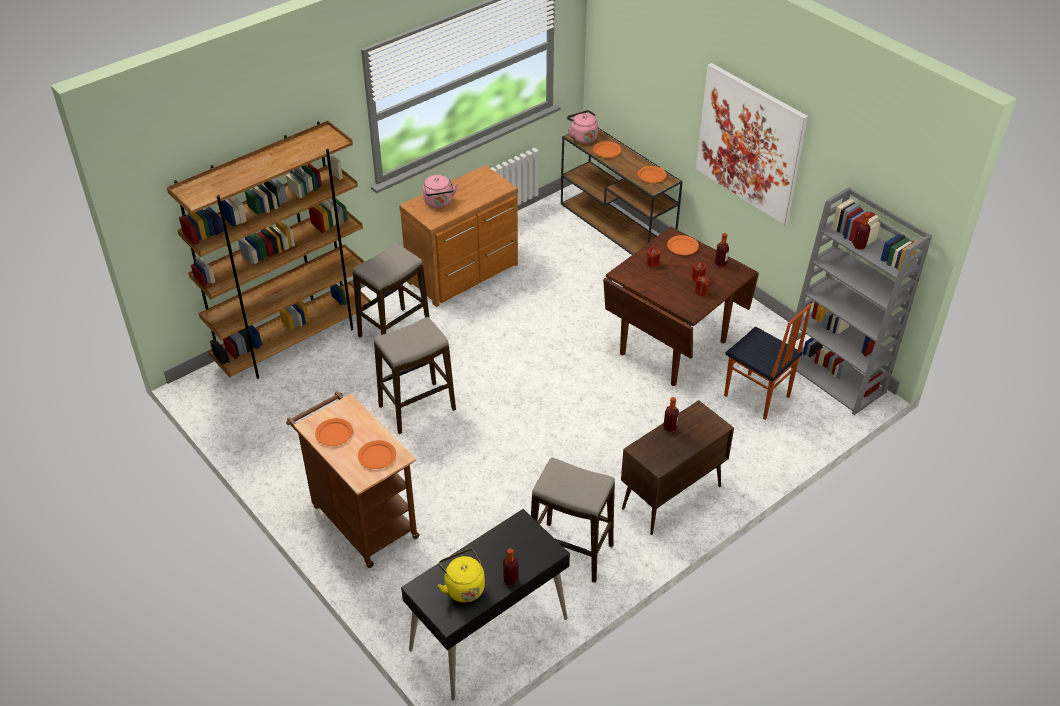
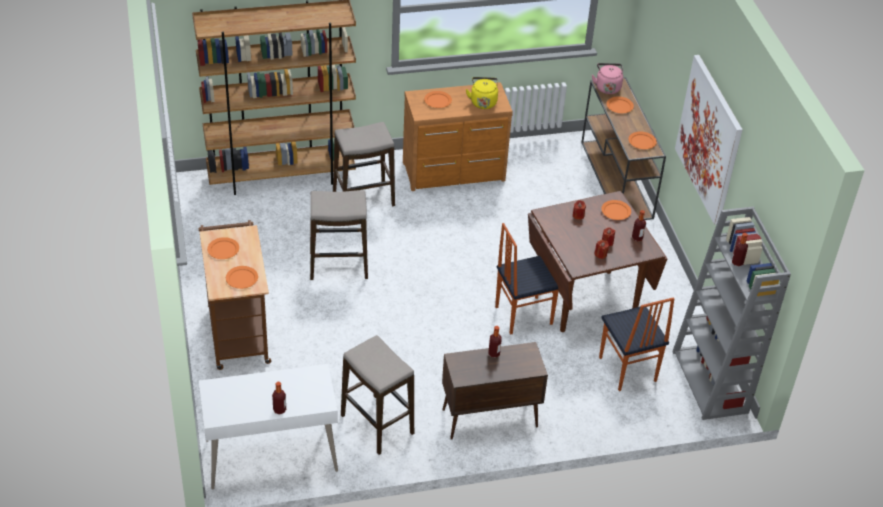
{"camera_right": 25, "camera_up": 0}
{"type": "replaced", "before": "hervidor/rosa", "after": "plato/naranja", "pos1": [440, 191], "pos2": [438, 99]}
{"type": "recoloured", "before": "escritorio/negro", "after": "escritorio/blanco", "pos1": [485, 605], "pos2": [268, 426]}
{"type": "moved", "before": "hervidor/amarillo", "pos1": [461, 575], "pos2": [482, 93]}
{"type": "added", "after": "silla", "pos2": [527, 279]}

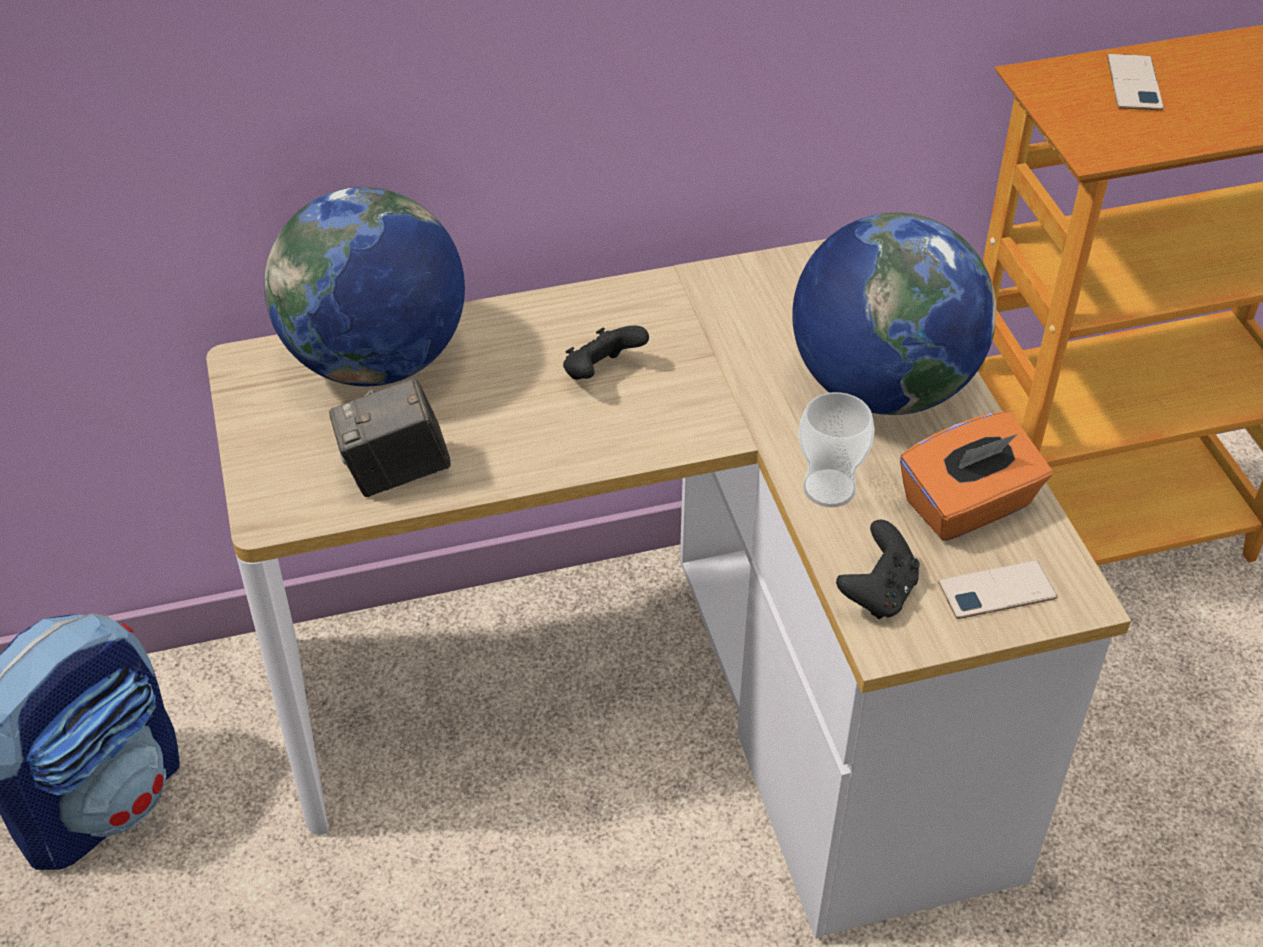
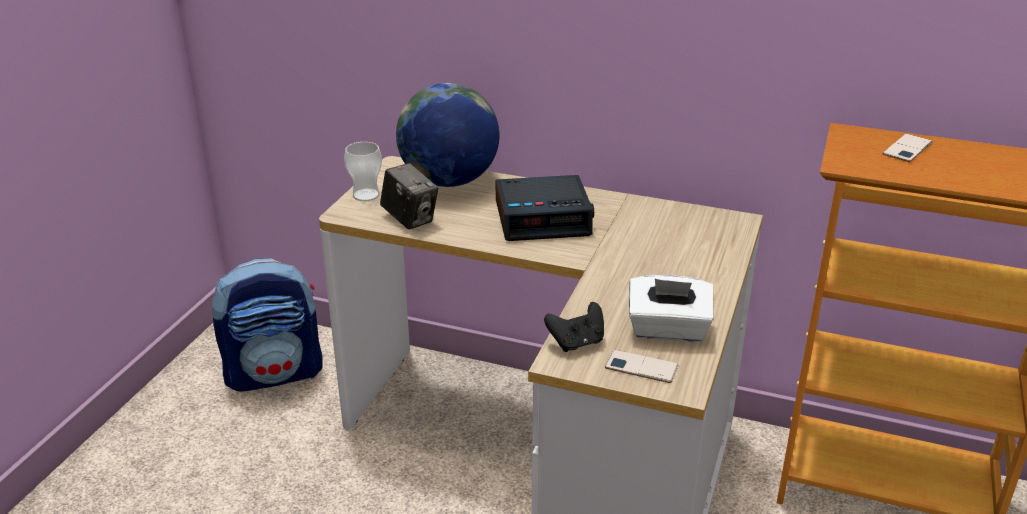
{"camera_right": 35, "camera_up": -15}
{"type": "removed", "before": "globo terráqueo", "pos1": [894, 313]}
{"type": "replaced", "before": "mando de consola/negro", "after": "despertador", "pos1": [606, 353], "pos2": [544, 208]}
{"type": "turned", "before": "cámara", "pos1": [390, 437], "pos2": [409, 196], "turn": -150}
{"type": "moved", "before": "taza", "pos1": [836, 449], "pos2": [363, 171]}
{"type": "recoloured", "before": "caja de pañuelos/naranja", "after": "caja de pañuelos/blanco", "pos1": [976, 476], "pos2": [671, 308]}

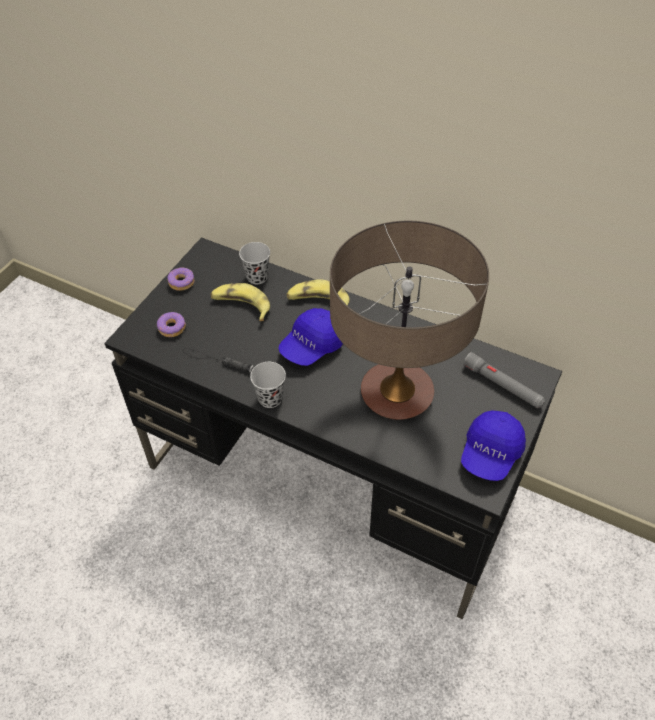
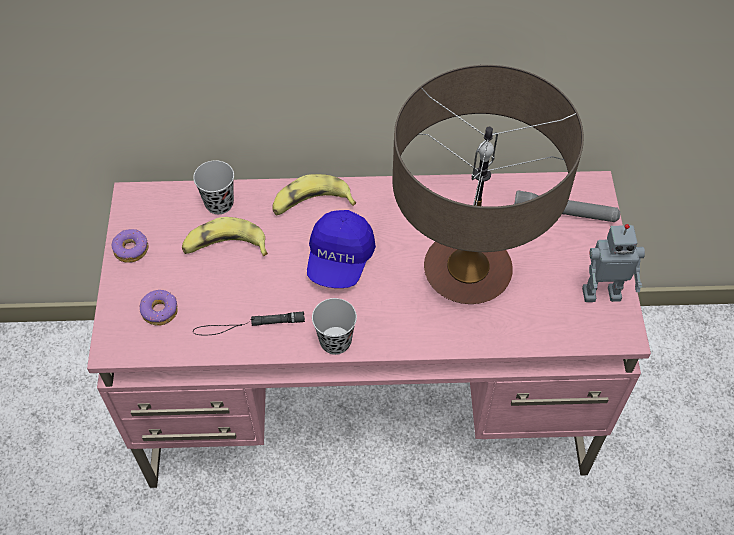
{"camera_right": -30, "camera_up": 5}
{"type": "recoloured", "before": "escritorio/negro", "after": "escritorio/rosa", "pos1": [333, 428], "pos2": [369, 329]}
{"type": "replaced", "before": "gorra/azul", "after": "robot de juguete", "pos1": [493, 446], "pos2": [613, 263]}

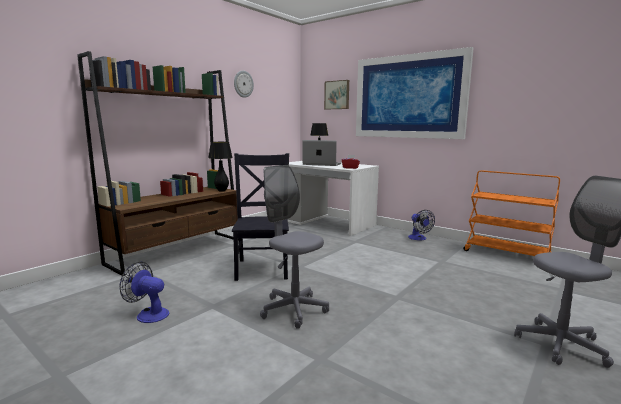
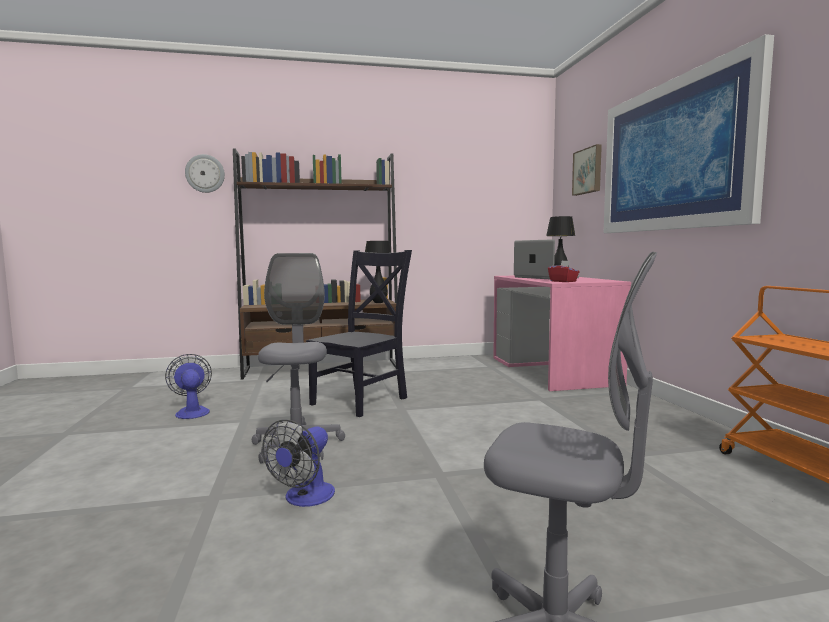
{"camera_right": 40, "camera_up": -5}
{"type": "moved", "before": "reloj de pared", "pos1": [244, 84], "pos2": [205, 173]}
{"type": "recoloured", "before": "escritorio/blanco", "after": "escritorio/rosa", "pos1": [333, 198], "pos2": [562, 333]}
{"type": "moved", "before": "ventilador", "pos1": [421, 225], "pos2": [298, 463]}

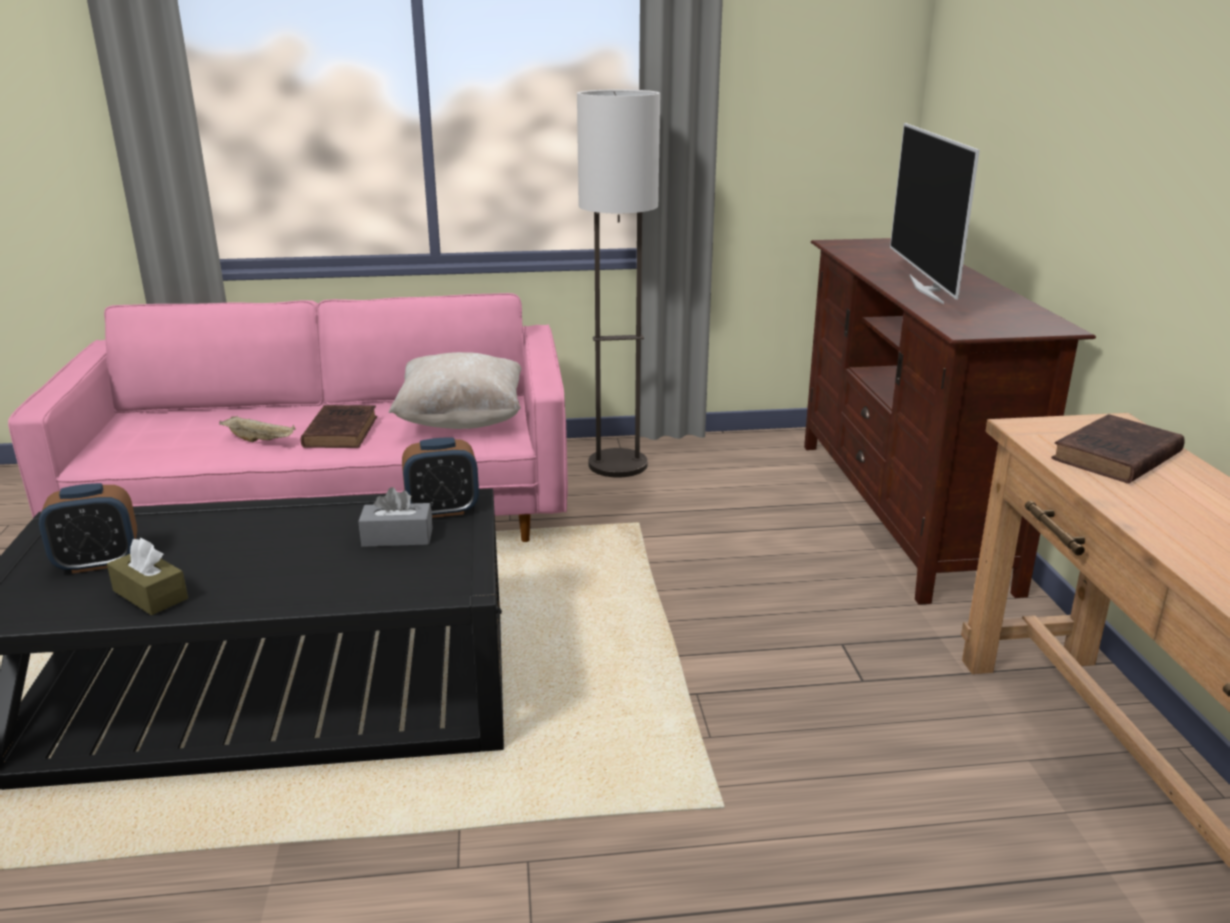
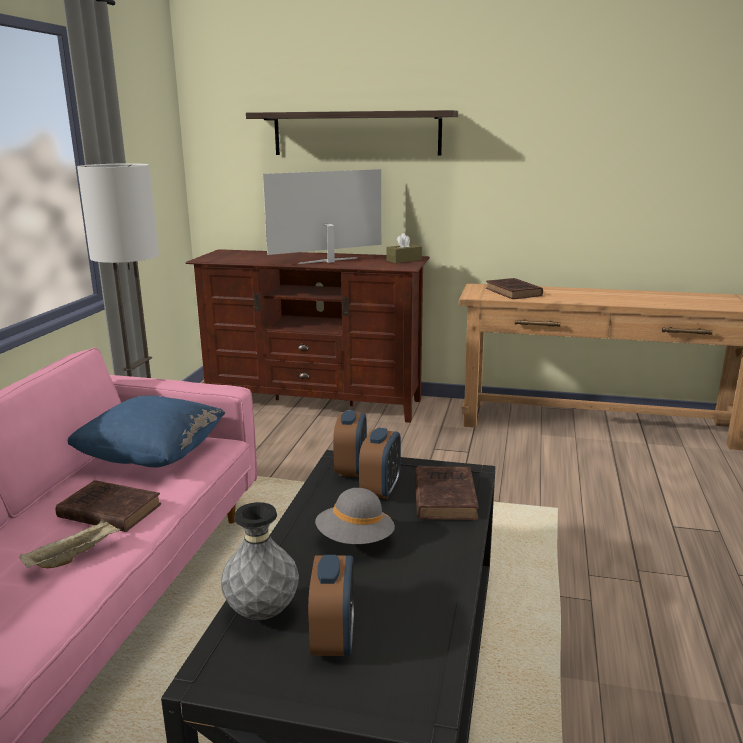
{"camera_right": -70, "camera_up": -5}
{"type": "turned", "before": "televisor", "pos1": [935, 213], "pos2": [322, 216], "turn": 135}
{"type": "recoloured", "before": "cojín/beis", "after": "cojín/azul", "pos1": [455, 390], "pos2": [146, 431]}
{"type": "replaced", "before": "caja de pañuelos/gris", "after": "despertador", "pos1": [395, 517], "pos2": [380, 463]}
{"type": "moved", "before": "caja de pañuelos/marrón", "pos1": [147, 576], "pos2": [404, 248]}
{"type": "added", "after": "estante", "pos2": [352, 132]}
{"type": "added", "after": "libro/marrón", "pos2": [447, 493]}
{"type": "added", "after": "sombrero/gris", "pos2": [355, 516]}
{"type": "added", "after": "florero/gris", "pos2": [260, 561]}

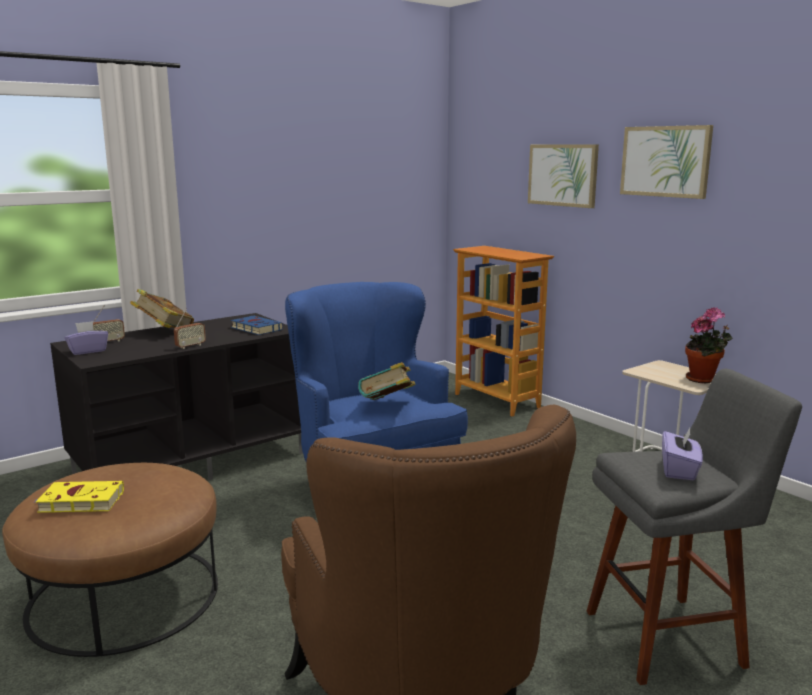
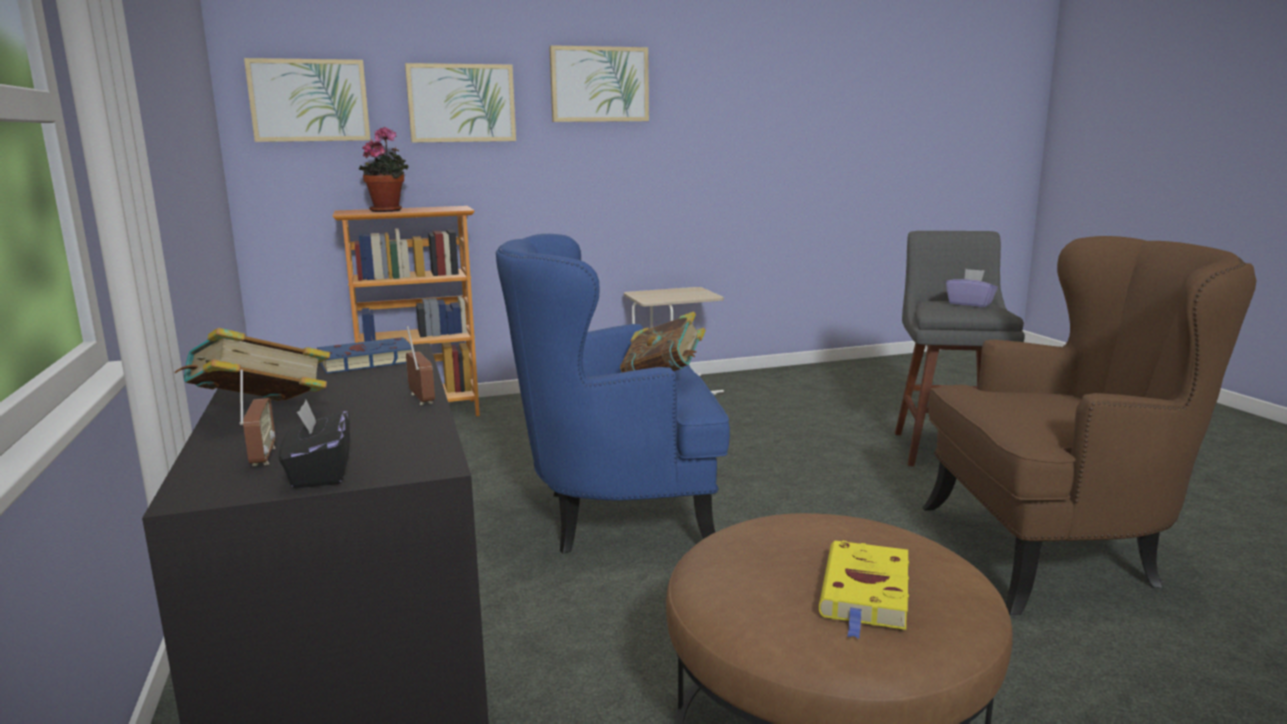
{"camera_right": -70, "camera_up": 0}
{"type": "moved", "before": "planta en maceta", "pos1": [709, 345], "pos2": [384, 169]}
{"type": "recoloured", "before": "caja de pañuelos/morado", "after": "caja de pañuelos/negro", "pos1": [86, 338], "pos2": [314, 444]}
{"type": "added", "after": "cuadro", "pos2": [307, 100]}

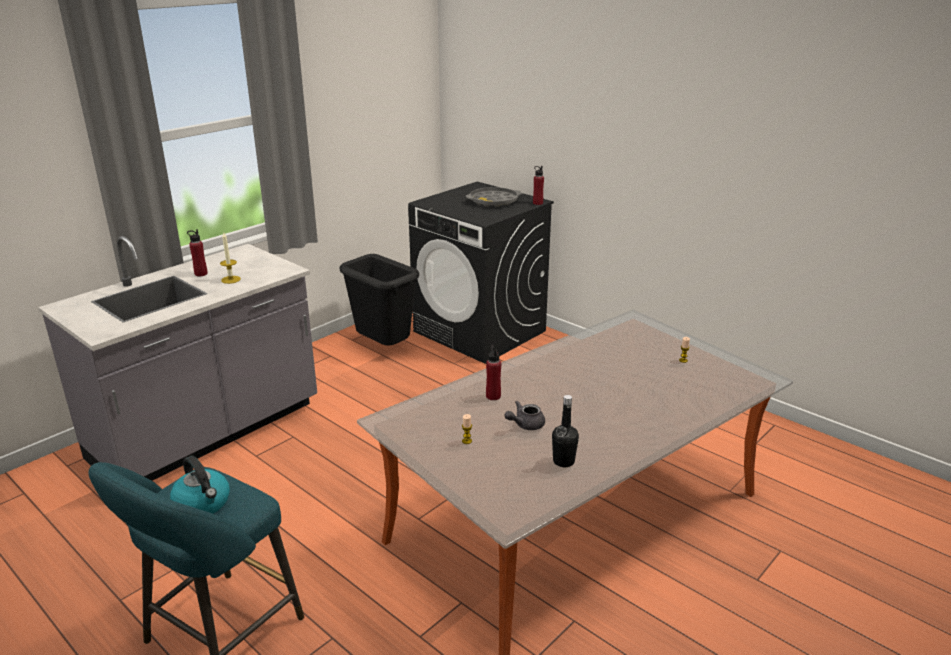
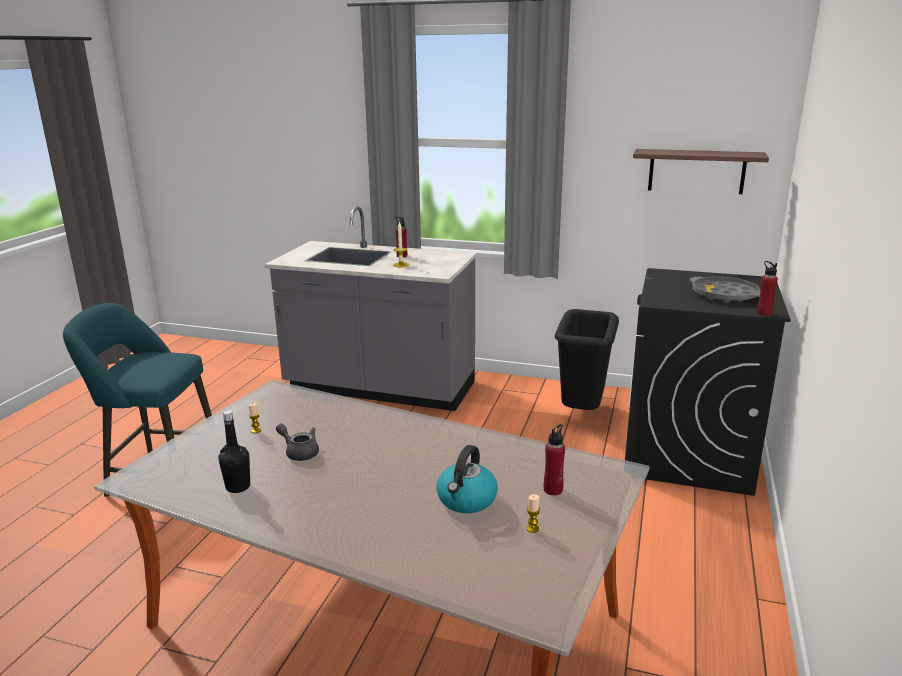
{"camera_right": 65, "camera_up": -5}
{"type": "moved", "before": "botella/rojo", "pos1": [493, 372], "pos2": [554, 459]}
{"type": "moved", "before": "hervidor", "pos1": [200, 484], "pos2": [467, 479]}
{"type": "added", "after": "estante", "pos2": [701, 171]}

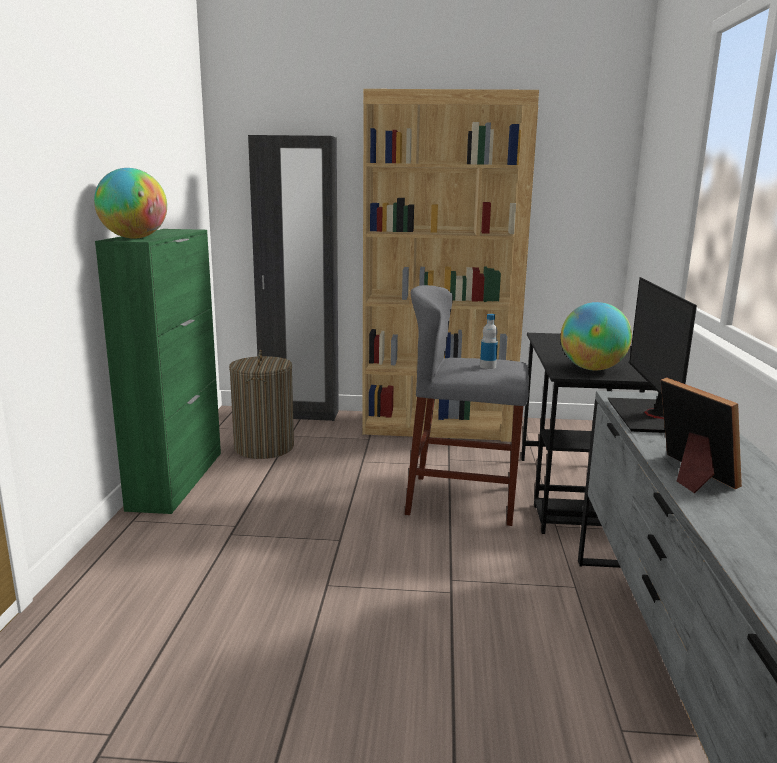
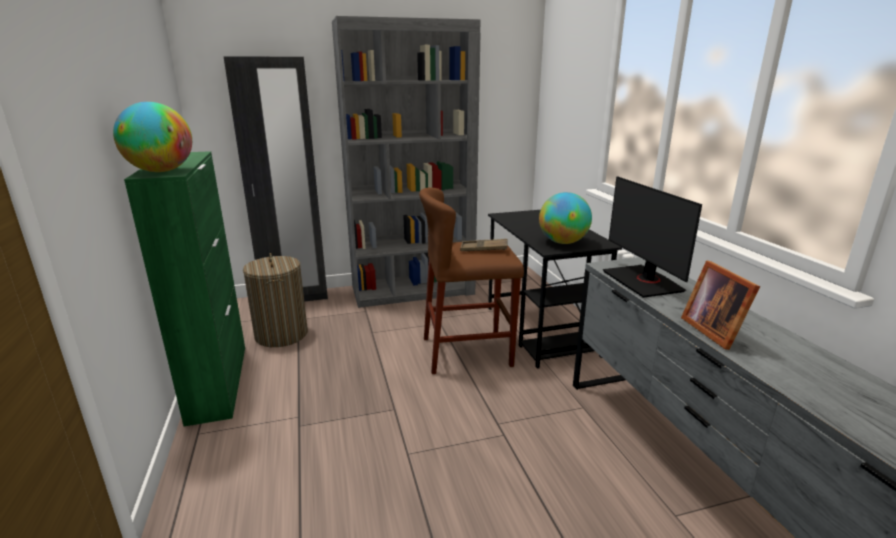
{"camera_right": -20, "camera_up": 5}
{"type": "recoloured", "before": "estantería/marrón", "after": "estantería/gris", "pos1": [450, 265], "pos2": [406, 162]}
{"type": "recoloured", "before": "taburete/gris", "after": "taburete/marrón", "pos1": [467, 405], "pos2": [471, 281]}
{"type": "replaced", "before": "botella", "after": "bandeja/marrón", "pos1": [489, 341], "pos2": [483, 245]}
{"type": "turned", "before": "portarretratos", "pos1": [701, 435], "pos2": [720, 305], "turn": -150}

